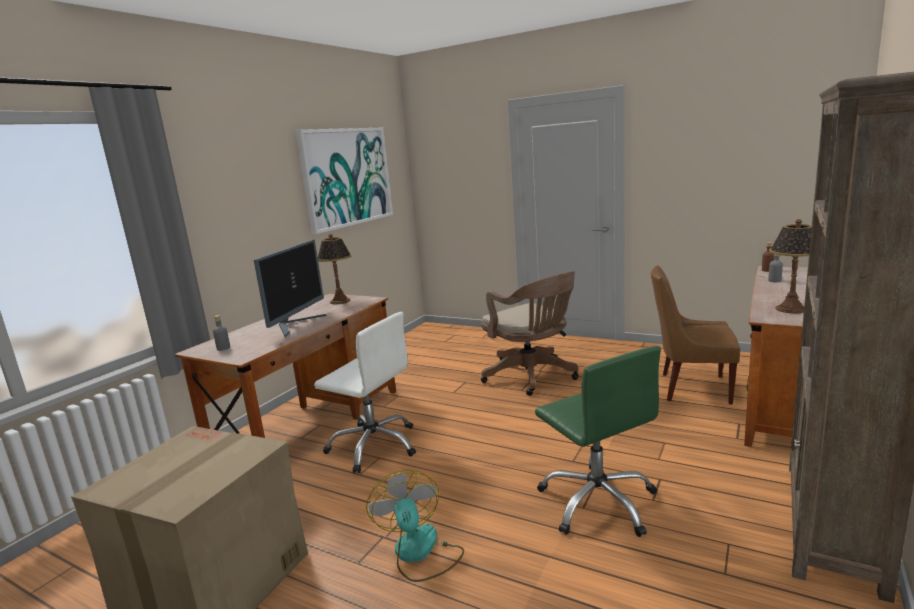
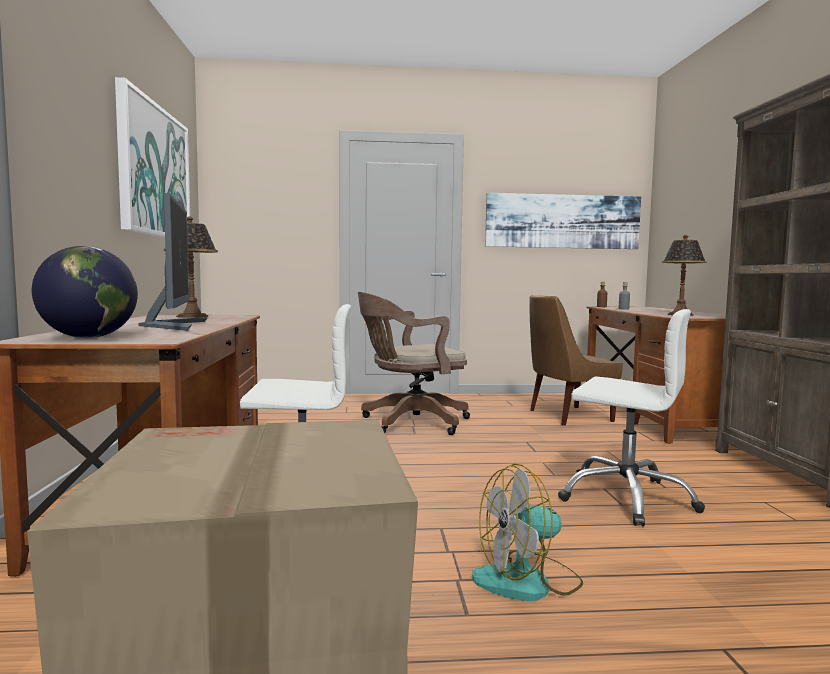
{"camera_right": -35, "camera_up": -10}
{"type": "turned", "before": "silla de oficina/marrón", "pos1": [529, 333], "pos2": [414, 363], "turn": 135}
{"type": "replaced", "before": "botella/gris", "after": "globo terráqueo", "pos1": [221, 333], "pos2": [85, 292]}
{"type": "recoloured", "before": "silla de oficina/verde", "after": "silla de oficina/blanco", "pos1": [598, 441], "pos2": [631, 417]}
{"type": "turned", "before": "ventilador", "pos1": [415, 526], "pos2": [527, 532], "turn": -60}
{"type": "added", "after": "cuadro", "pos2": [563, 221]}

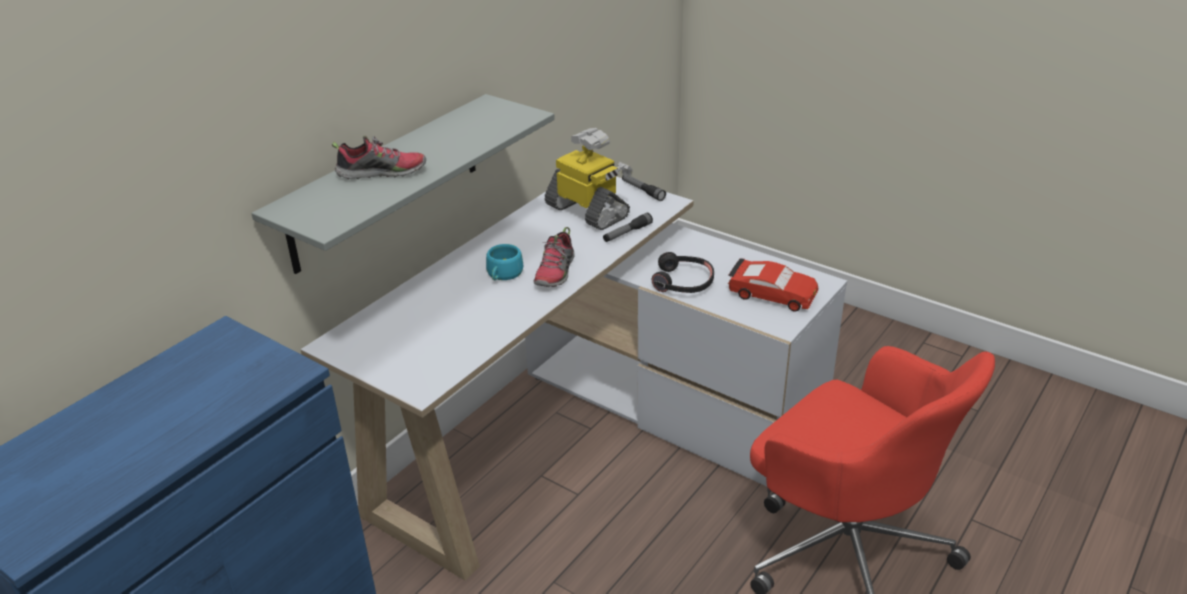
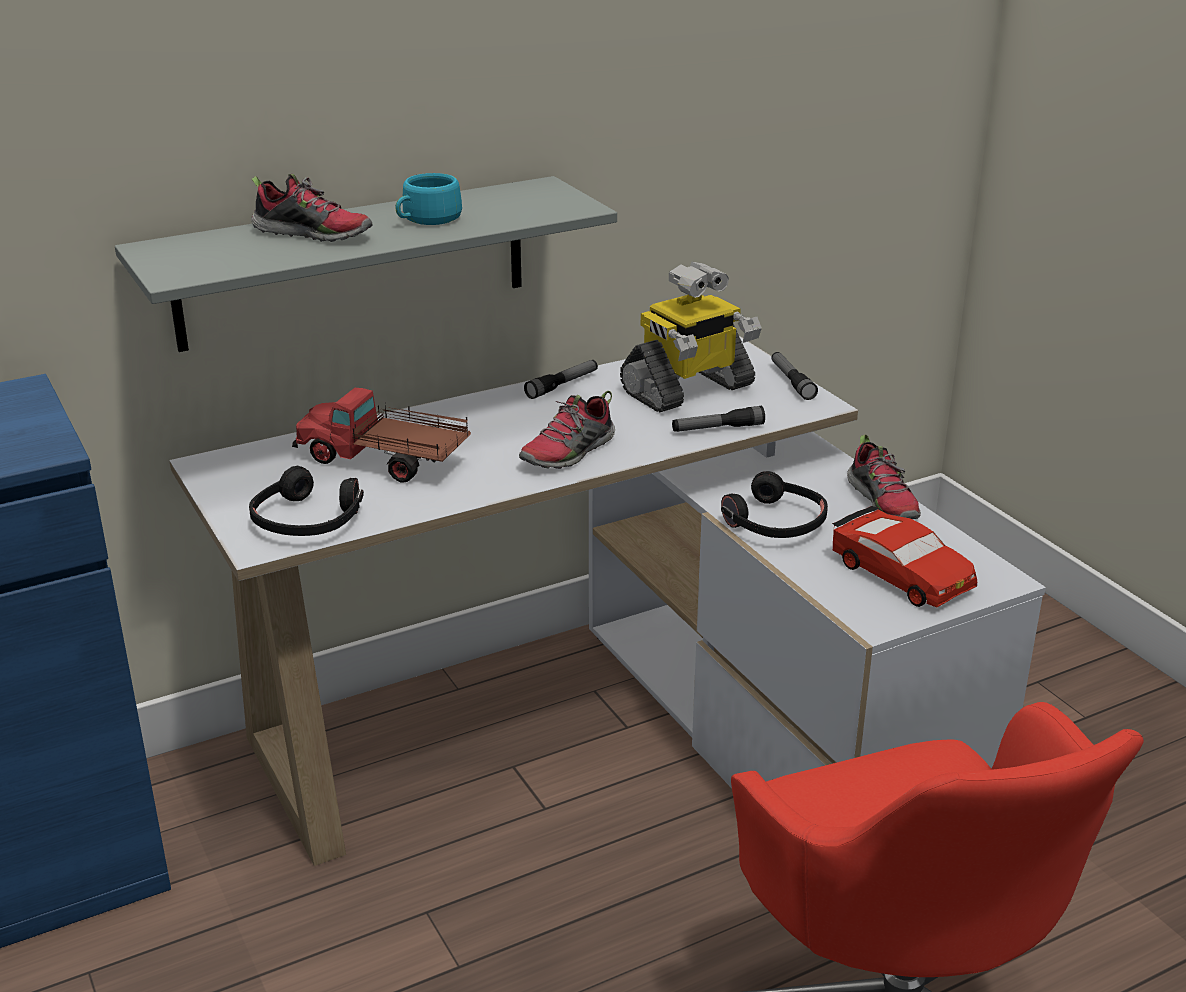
{"camera_right": 25, "camera_up": -5}
{"type": "turned", "before": "robot de juguete", "pos1": [589, 179], "pos2": [691, 337], "turn": 75}
{"type": "moved", "before": "taza/turquesa", "pos1": [504, 262], "pos2": [429, 199]}
{"type": "added", "after": "linterna", "pos2": [561, 379]}
{"type": "added", "after": "camión de juguete", "pos2": [381, 435]}
{"type": "added", "after": "zapato", "pos2": [884, 476]}
{"type": "added", "after": "auriculares/negro", "pos2": [306, 500]}

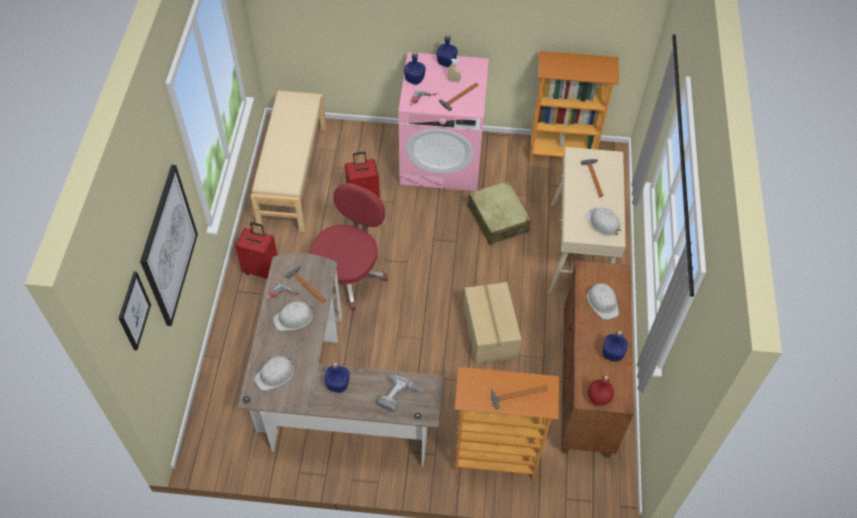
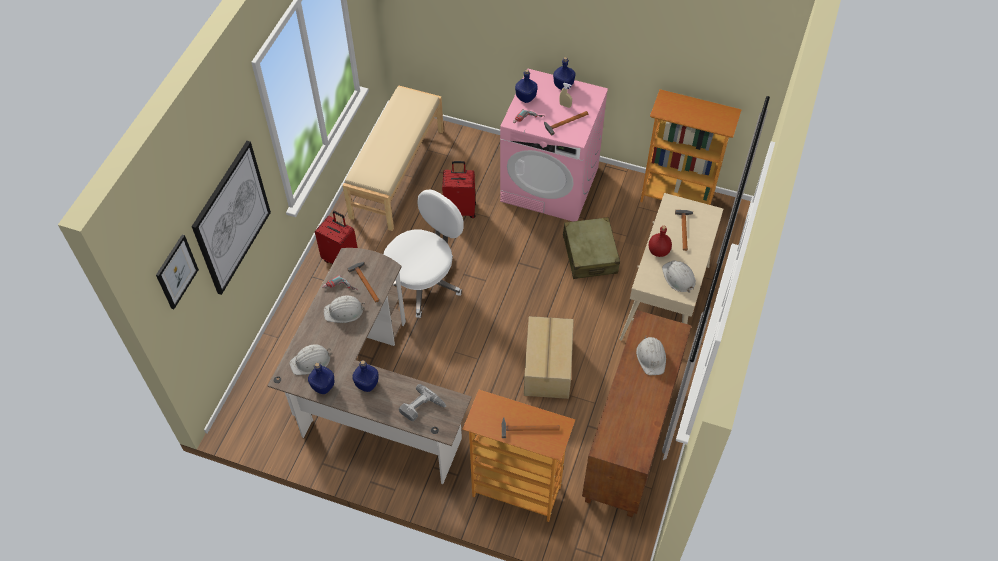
{"camera_right": 15, "camera_up": 0}
{"type": "recoloured", "before": "silla de oficina/rojo", "after": "silla de oficina/blanco", "pos1": [348, 247], "pos2": [423, 254]}
{"type": "moved", "before": "botella/azul", "pos1": [615, 345], "pos2": [321, 378]}
{"type": "moved", "before": "botella/rojo", "pos1": [601, 390], "pos2": [660, 241]}

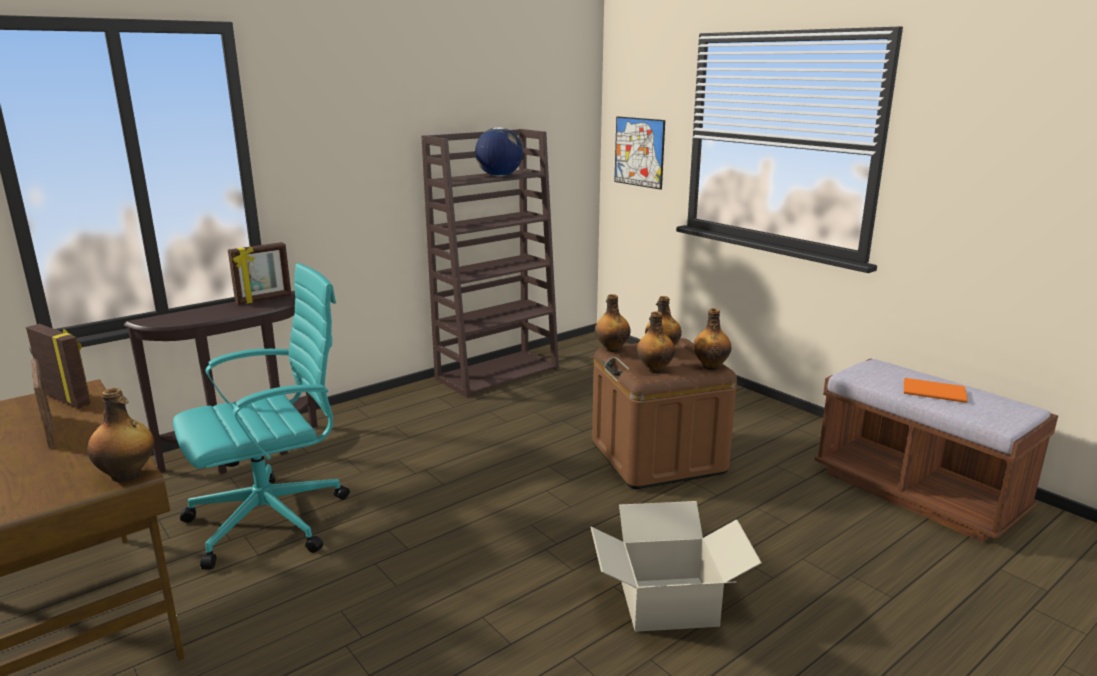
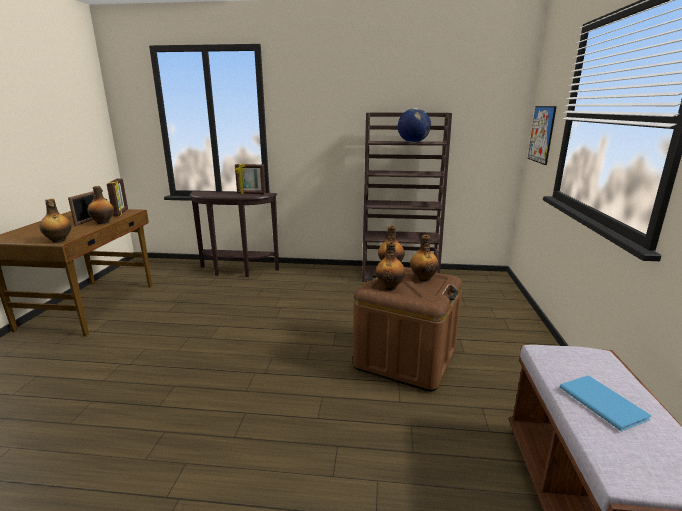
{"camera_right": 45, "camera_up": 0}
{"type": "removed", "before": "silla de oficina/turquesa", "pos1": [261, 416]}
{"type": "moved", "before": "botella", "pos1": [712, 339], "pos2": [100, 205]}
{"type": "recoloured", "before": "libro/naranja", "after": "libro/azul", "pos1": [935, 390], "pos2": [605, 404]}
{"type": "removed", "before": "caja de cartón", "pos1": [675, 566]}

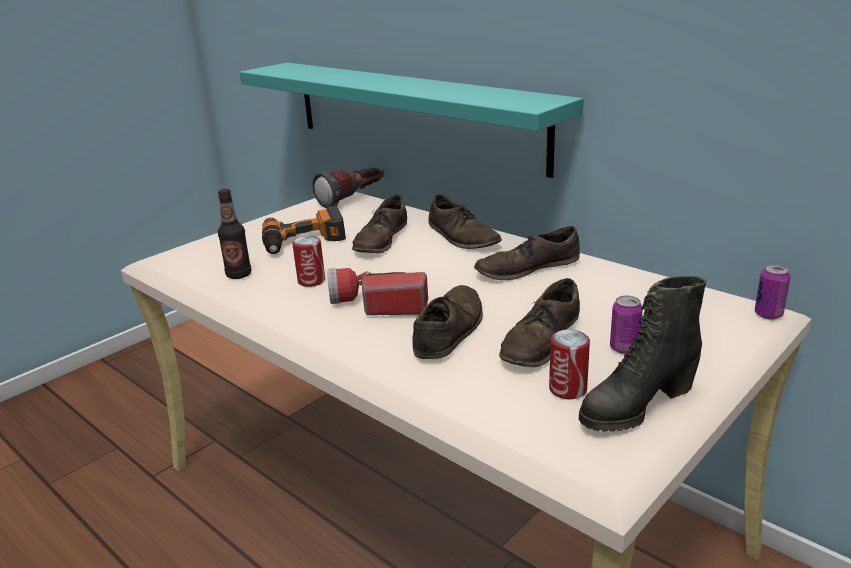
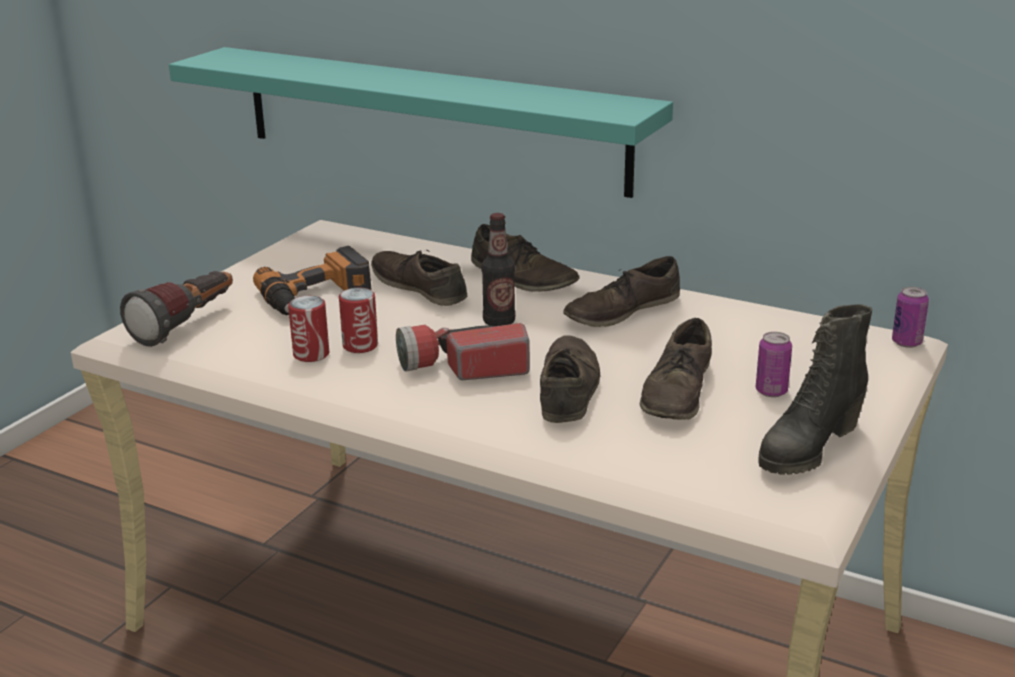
{"camera_right": -15, "camera_up": 0}
{"type": "moved", "before": "linterna", "pos1": [348, 187], "pos2": [176, 309]}
{"type": "moved", "before": "botella", "pos1": [234, 234], "pos2": [499, 269]}
{"type": "turned", "before": "zapato/marrón", "pos1": [379, 224], "pos2": [419, 277], "turn": 135}
{"type": "moved", "before": "lata", "pos1": [569, 364], "pos2": [308, 329]}

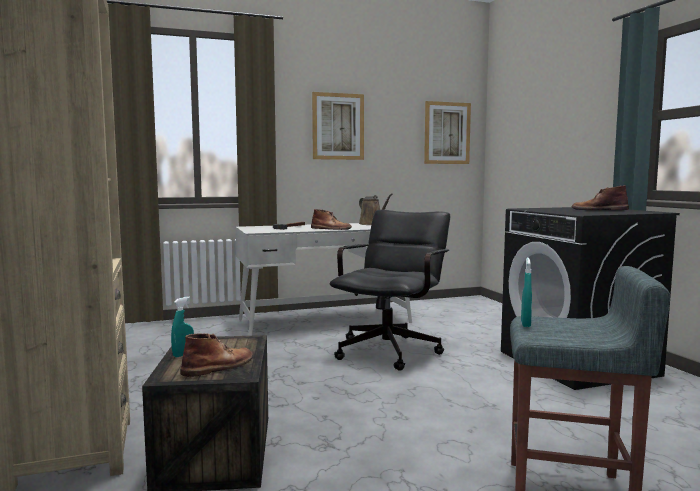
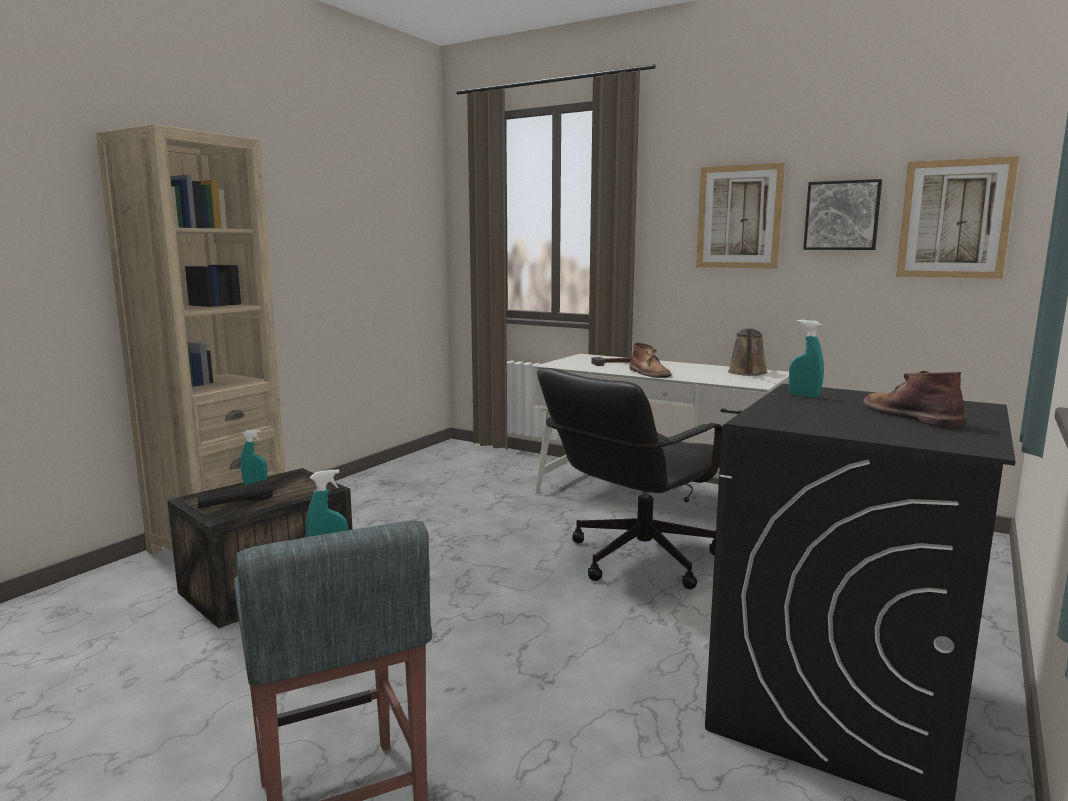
{"camera_right": 50, "camera_up": 5}
{"type": "turned", "before": "silla de oficina/negro", "pos1": [389, 290], "pos2": [629, 478], "turn": 150}
{"type": "replaced", "before": "bota/marrón", "after": "linterna/negro", "pos1": [216, 355], "pos2": [234, 494]}
{"type": "added", "after": "cuadro", "pos2": [842, 214]}
{"type": "added", "after": "pulverizador/turquesa", "pos2": [806, 359]}

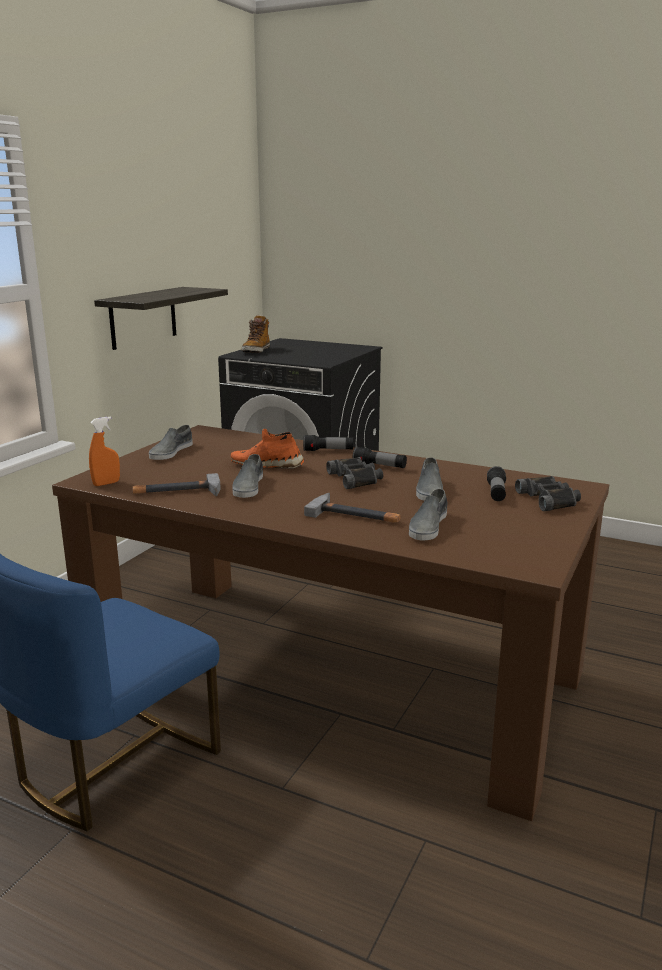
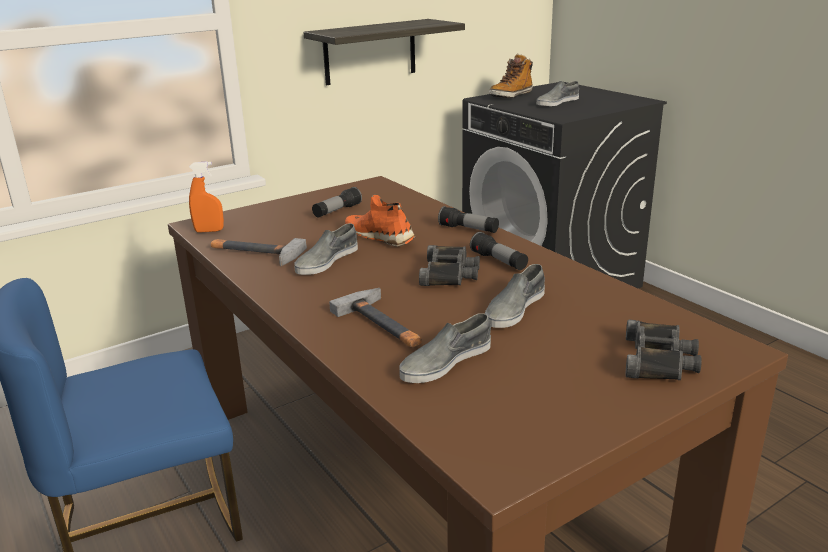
{"camera_right": 30, "camera_up": 5}
{"type": "moved", "before": "zapato/gris", "pos1": [171, 442], "pos2": [558, 93]}
{"type": "moved", "before": "linterna", "pos1": [496, 483], "pos2": [337, 202]}

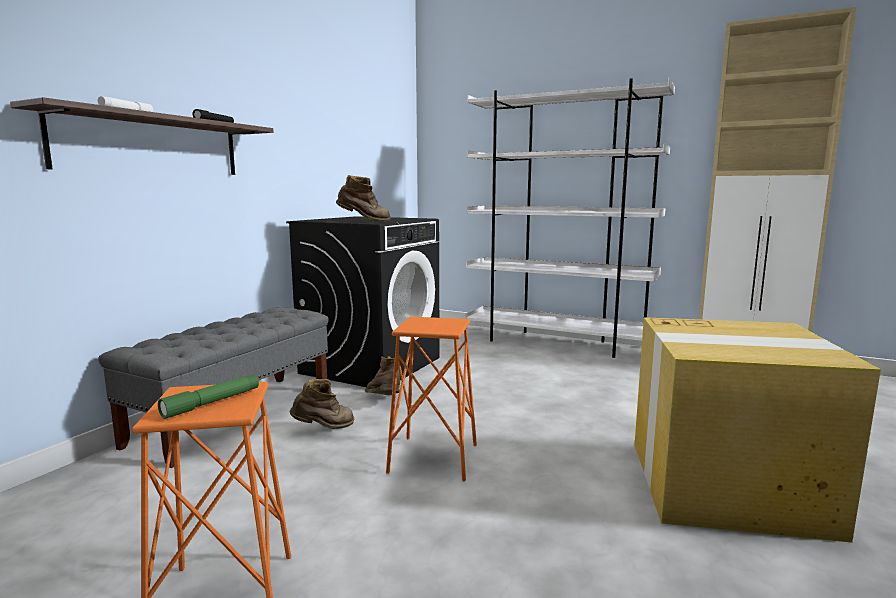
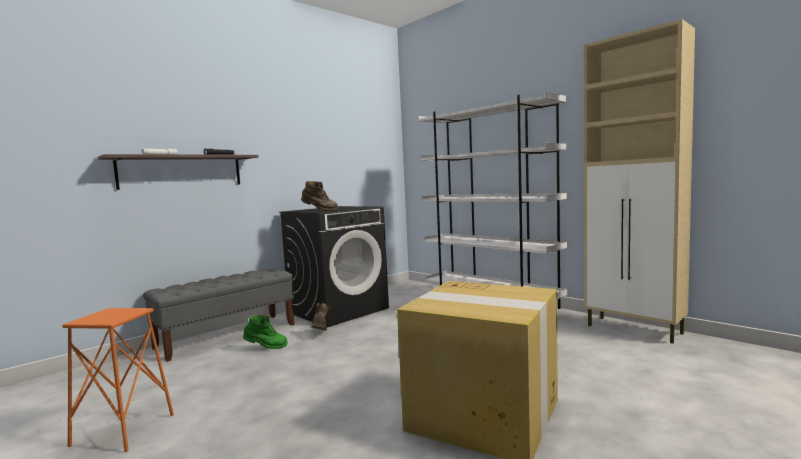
{"camera_right": 20, "camera_up": -5}
{"type": "removed", "before": "taburete/naranja", "pos1": [431, 399]}
{"type": "removed", "before": "linterna/verde", "pos1": [208, 397]}
{"type": "recoloured", "before": "bota/marrón", "after": "bota/verde", "pos1": [322, 404], "pos2": [265, 332]}

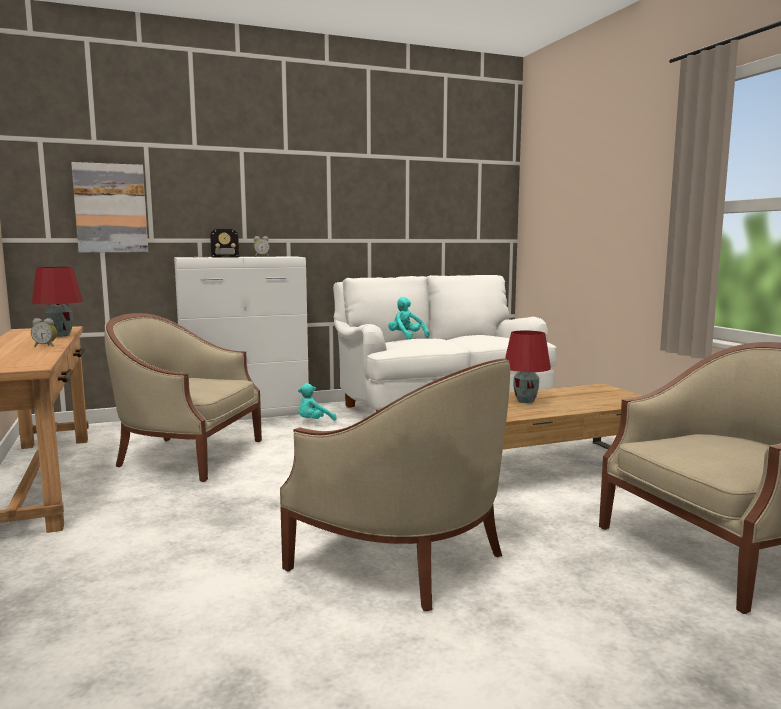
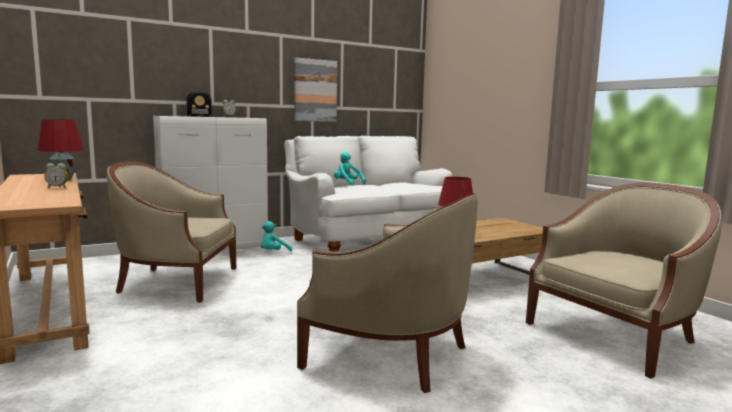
{"camera_right": -10, "camera_up": 0}
{"type": "moved", "before": "cuadro", "pos1": [109, 207], "pos2": [315, 90]}

